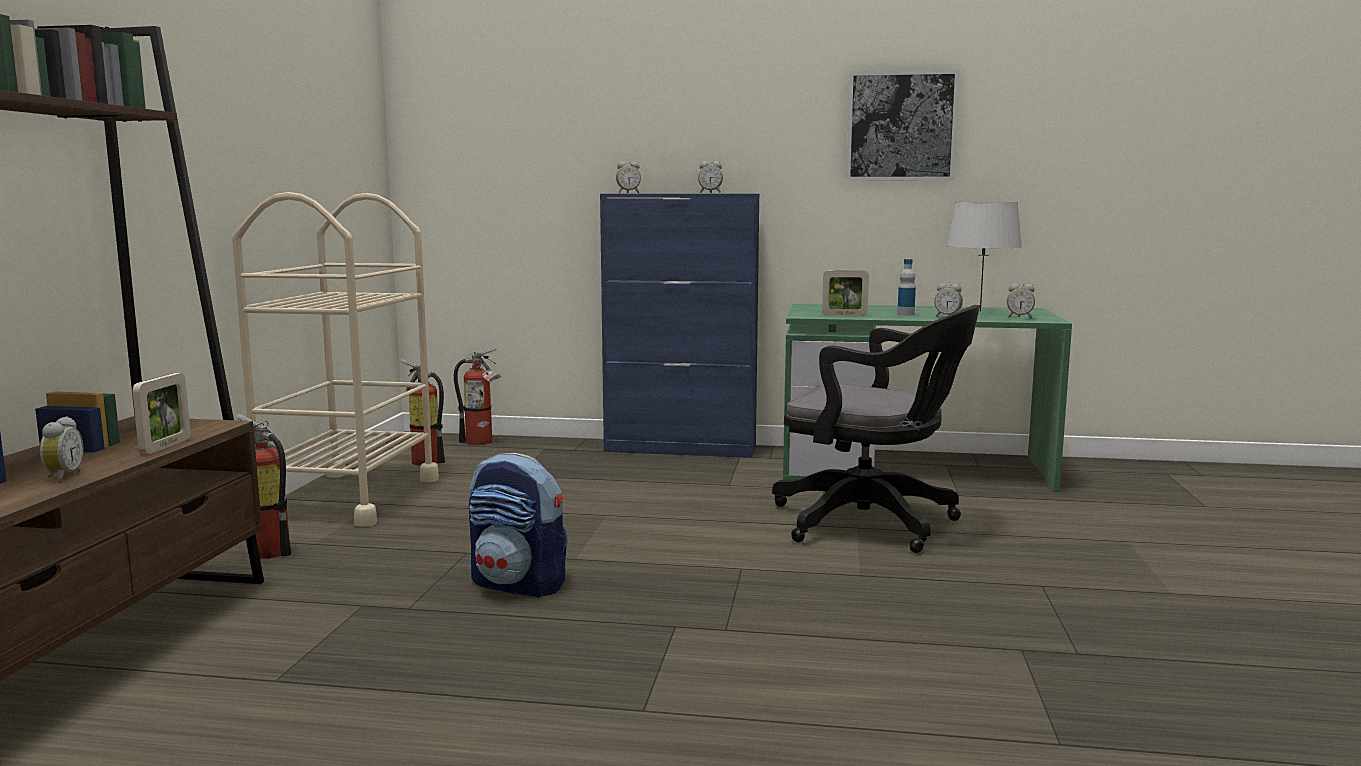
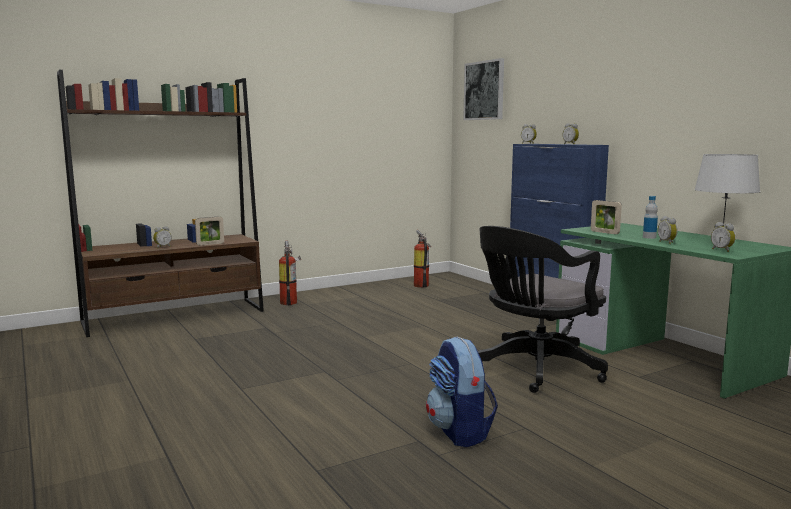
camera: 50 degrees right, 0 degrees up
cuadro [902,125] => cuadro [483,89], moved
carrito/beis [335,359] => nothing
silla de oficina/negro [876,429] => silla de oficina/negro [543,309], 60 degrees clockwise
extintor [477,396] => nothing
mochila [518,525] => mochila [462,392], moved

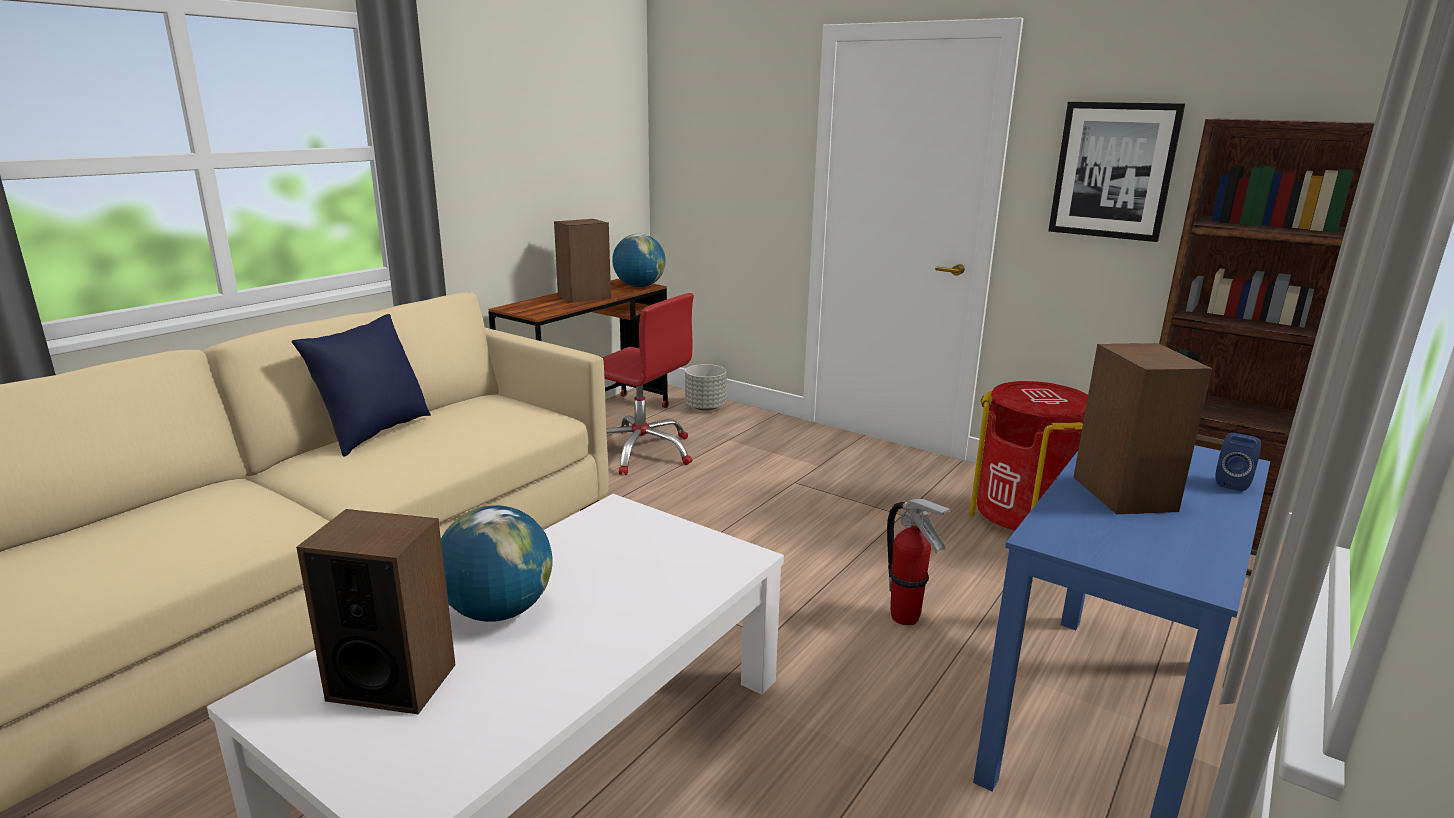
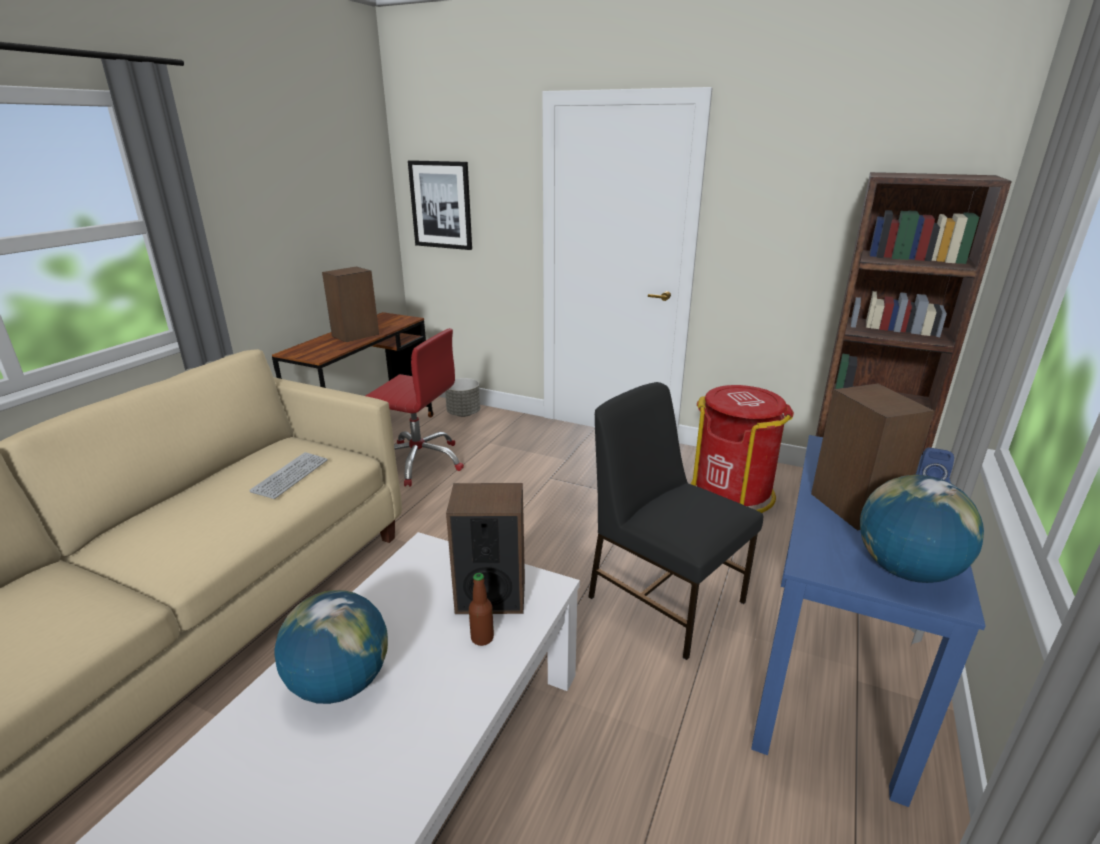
camera: 10 degrees left, 5 degrees up
cuadro [1116,172] => cuadro [440,205], moved
globo terráqueo [639,260] => globo terráqueo [922,529], moved
cojín/azul [361,385] => nothing
extintor [920,562] => silla/negro [675,521]
altavoz [375,611] => altavoz [485,548], moved
nothing => teclado [288,475]
nothing => botella [481,609]

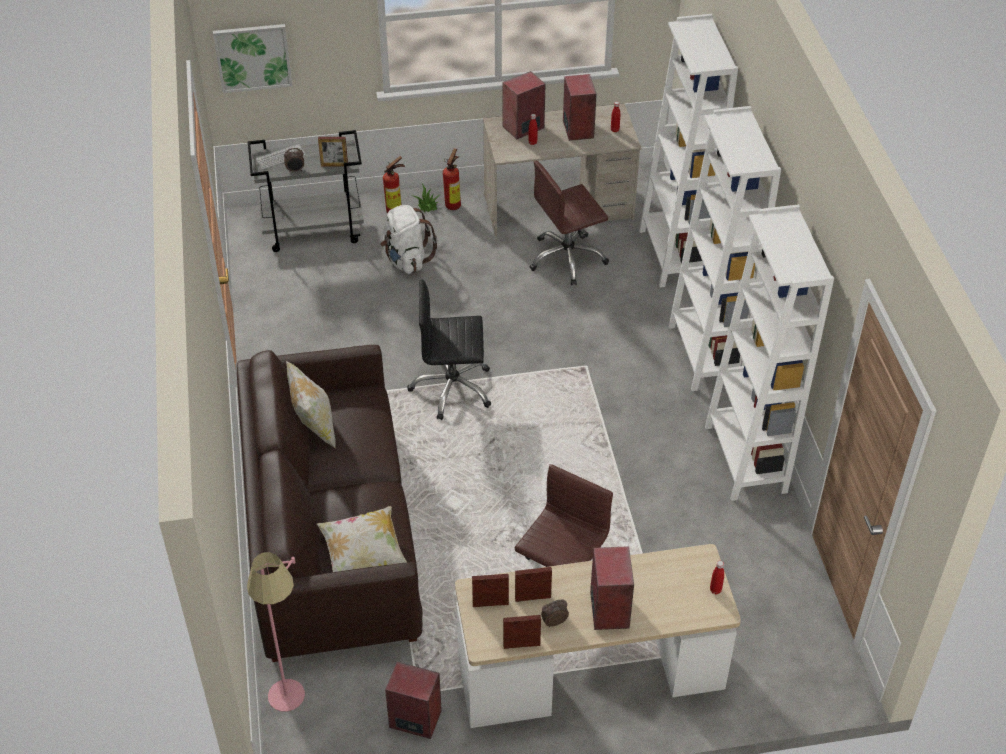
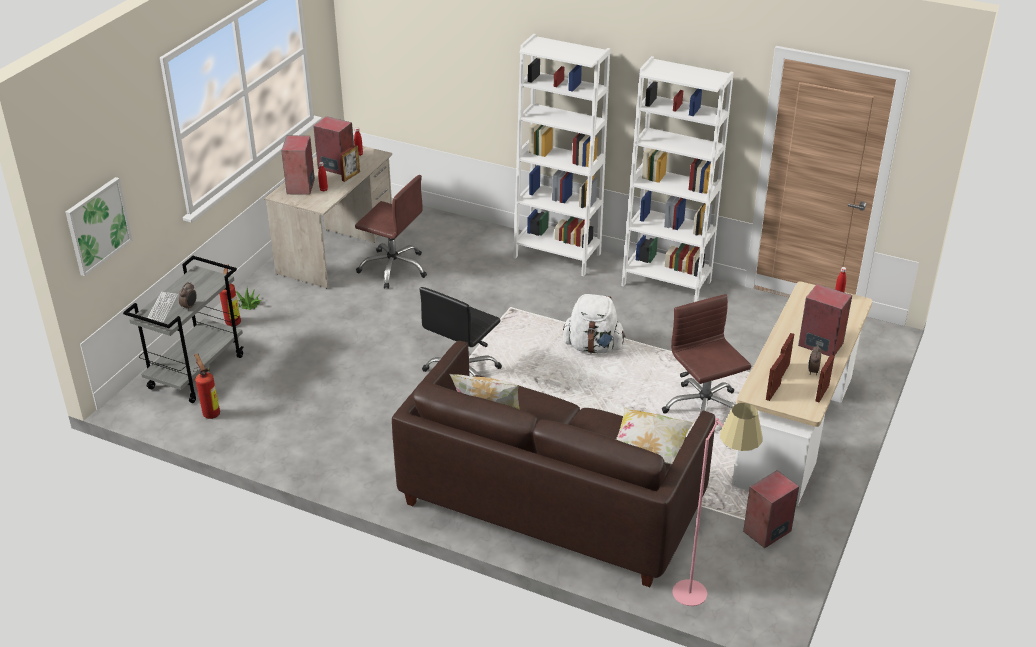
camera: 55 degrees left, 10 degrees down
estantería/blanco [688,151] => nothing
portarretratos [333,152] => portarretratos [350,163], moved
extintor [452,179] => extintor [207,386], moved
silla de oficina/marrón [569,223] => silla de oficina/marrón [391,232], 75 degrees counterclockwise
mochila/blanco [409,239] => mochila/blanco [594,323], moved

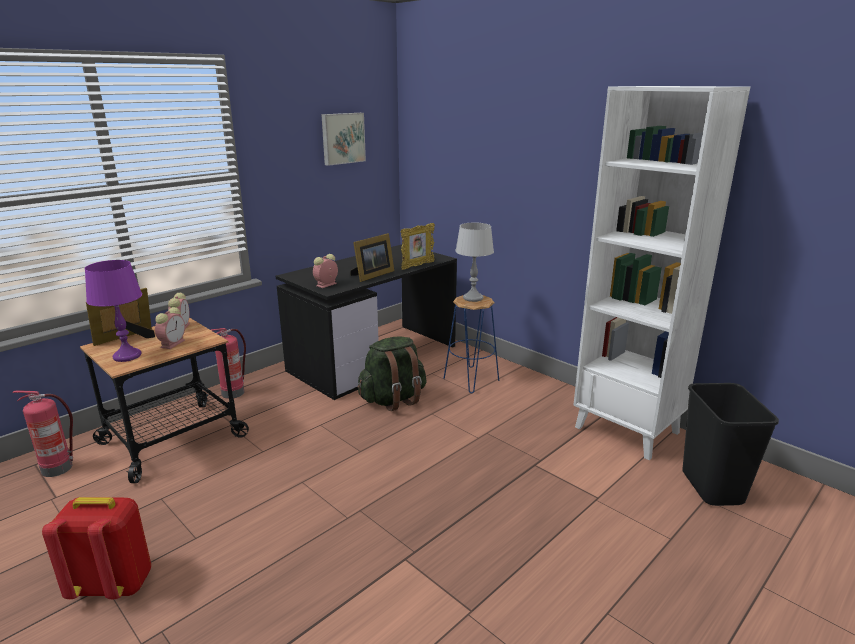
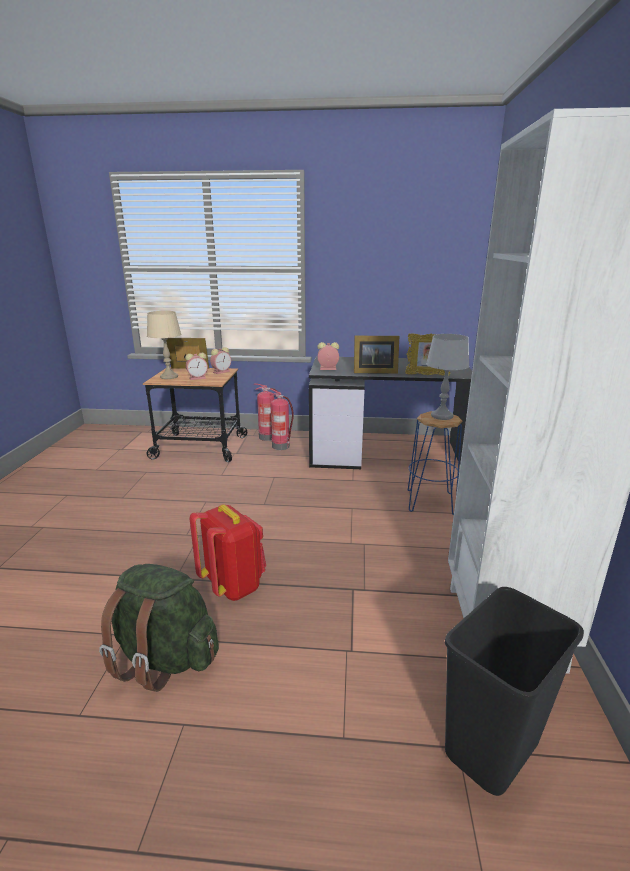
camera: 50 degrees right, 0 degrees up
cuadro [343,139] => nothing
lámpara de mesa/morado [113,311] => lámpara de mesa/beis [164,345]
mochila/verde [392,374] => mochila/verde [159,628], moved
extintor [42,433] => extintor [282,419], moved
mochila/rojo [96,548] => mochila/rojo [228,552], moved

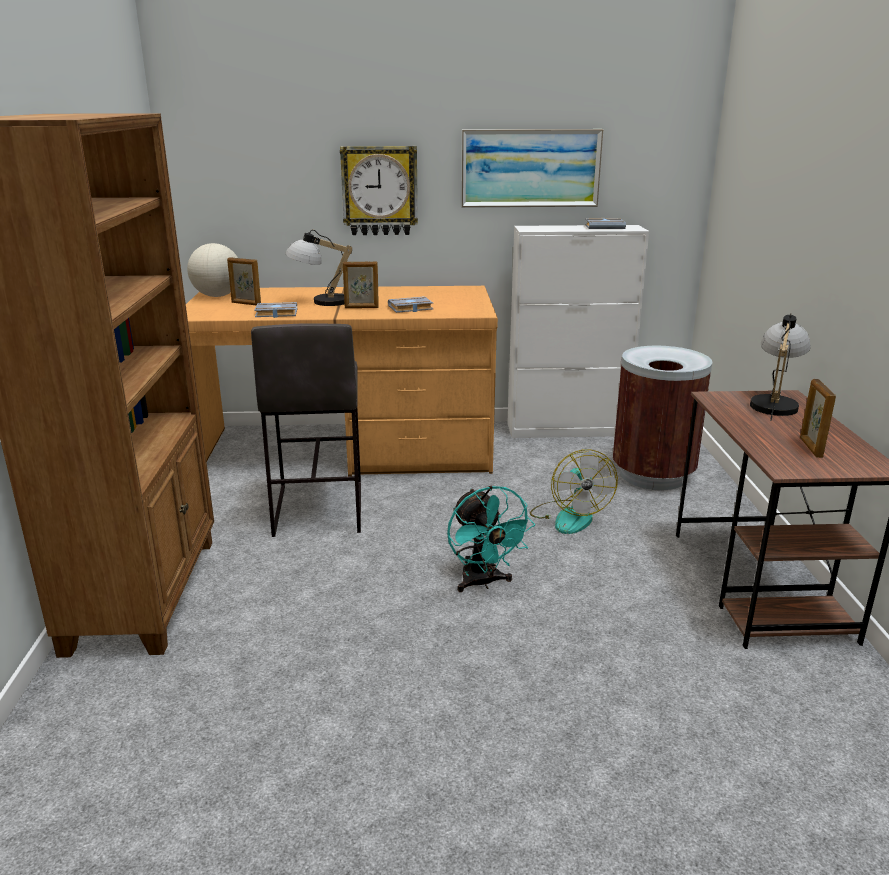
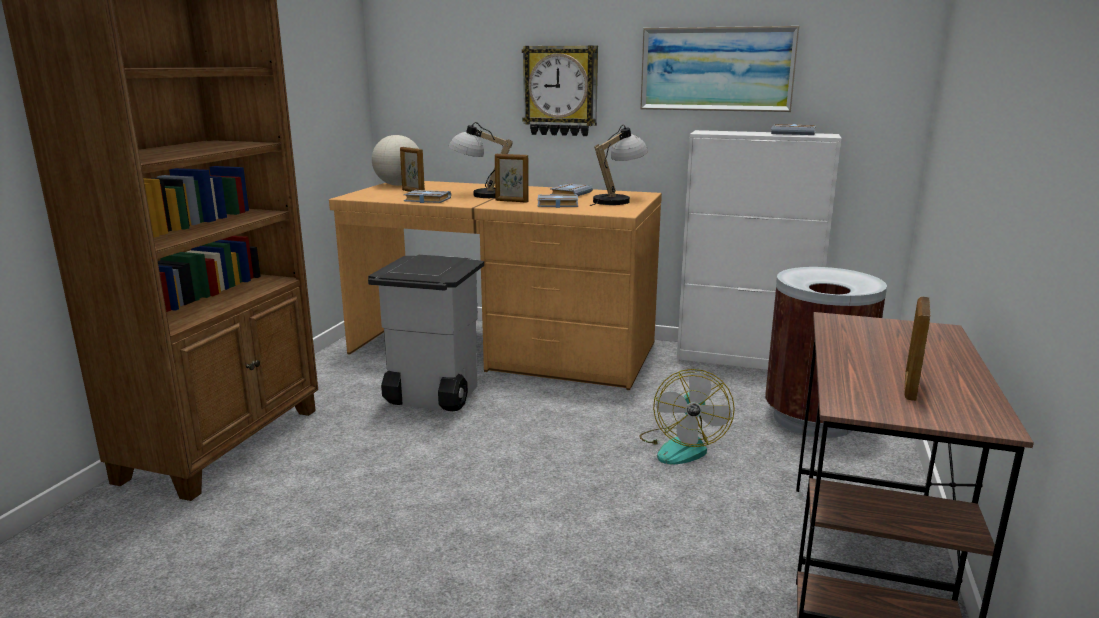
camera: 20 degrees right, 5 degrees down
lámpara de mesa [780,367] => lámpara de mesa [619,165], moved
taburete/gris [306,430] => papelera/gris [426,333]
ventilador/turquesa [491,539] => nothing
nothing => libro/gris [571,189]

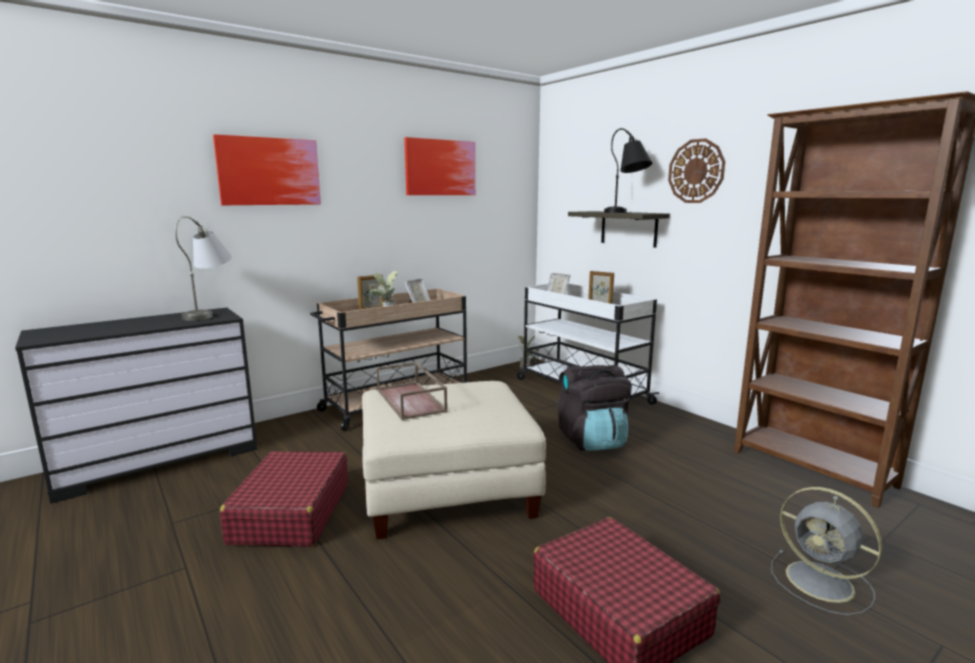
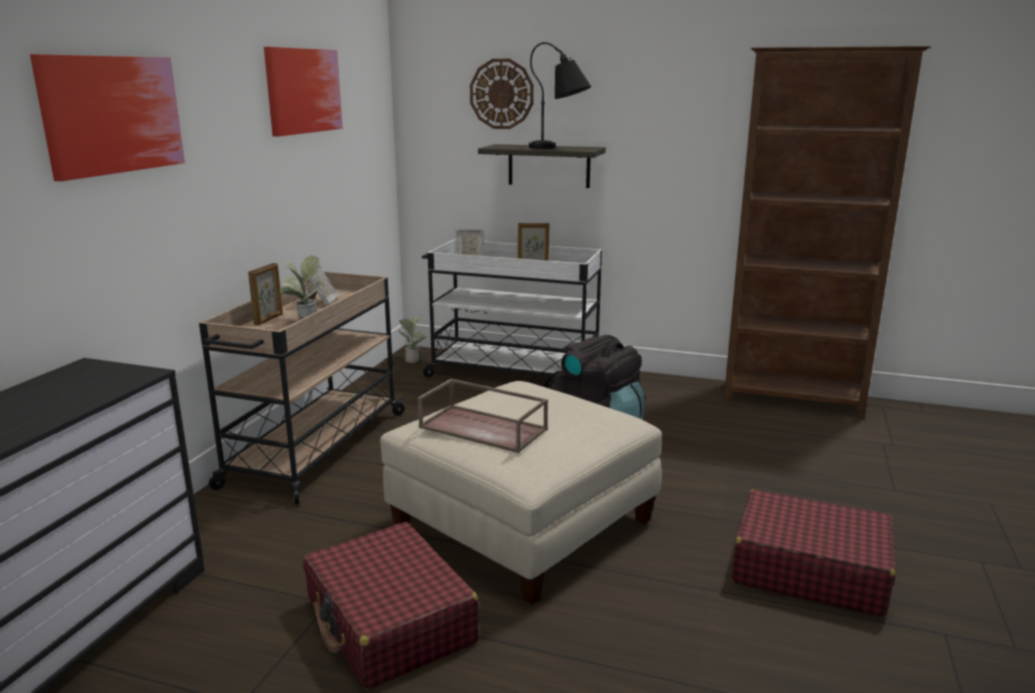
camera: 35 degrees left, 5 degrees up
reloj de pared [696,170] => reloj de pared [502,94], moved
lámpara de mesa/gris [203,268] => nothing
ventilador/gris [826,551] => nothing

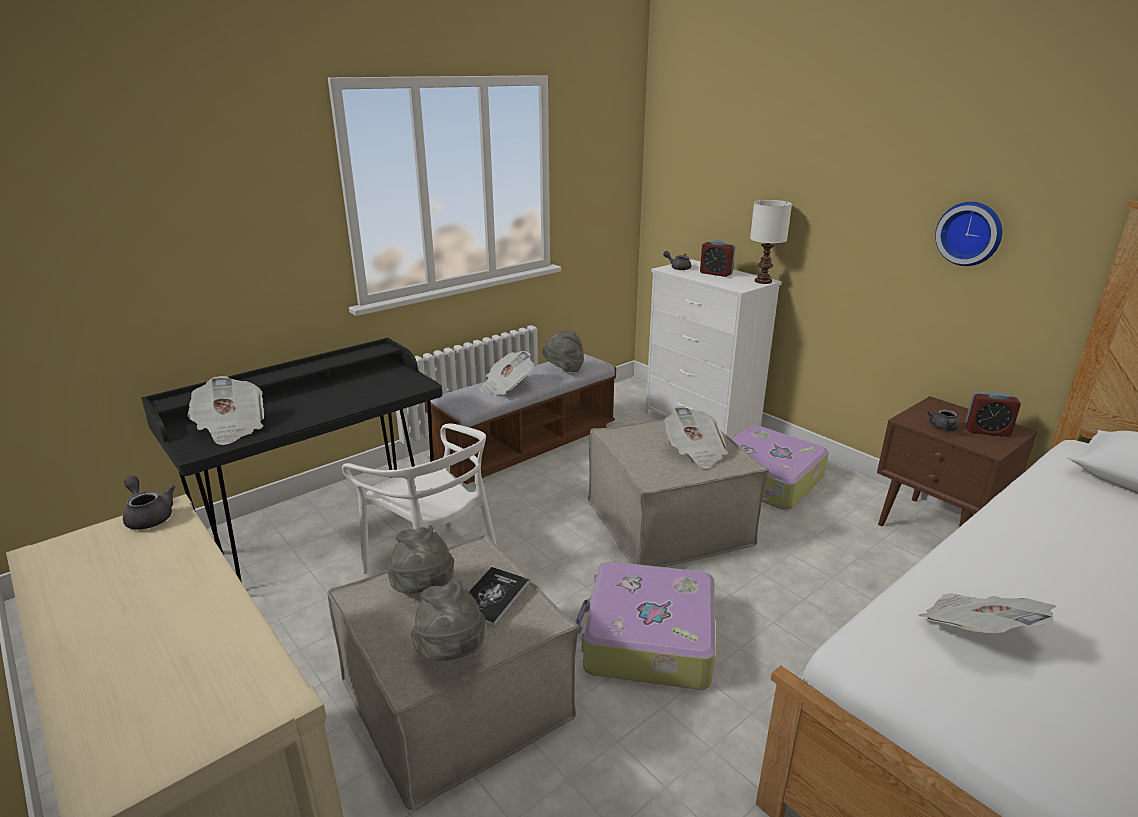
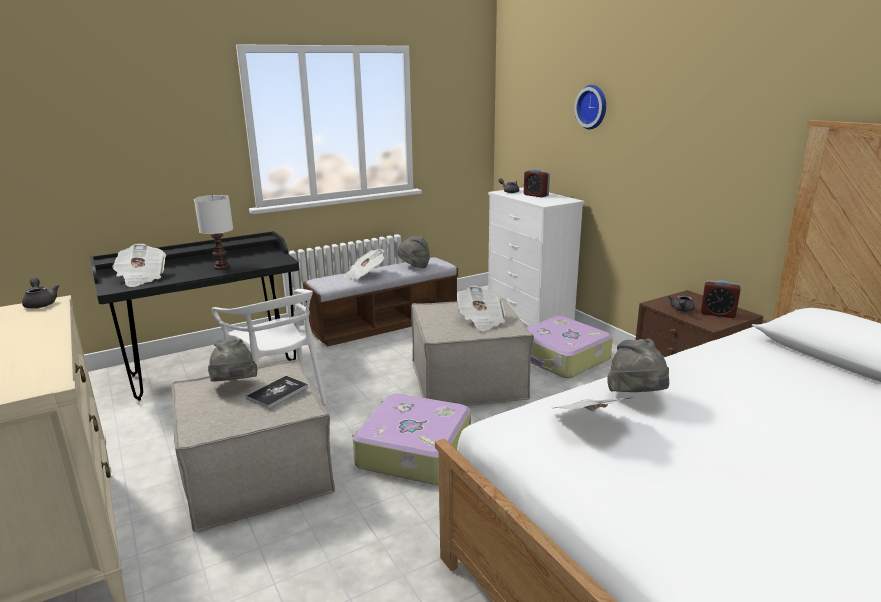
camera: 10 degrees right, 5 degrees down
lámpara de mesa/blanco [771,242] => lámpara de mesa/blanco [213,232], moved
reloj de pared [968,234] => reloj de pared [590,107], moved
sombrero/gris [448,621] => sombrero/gris [638,365], moved

